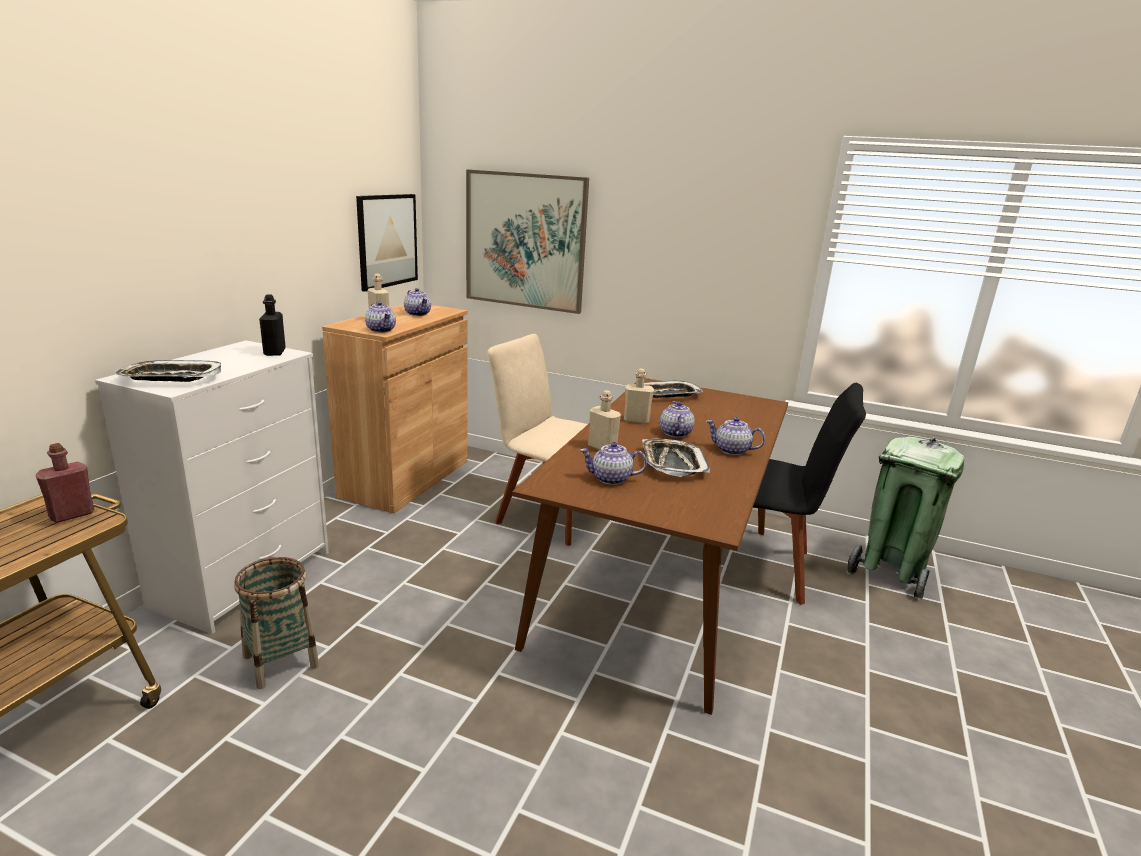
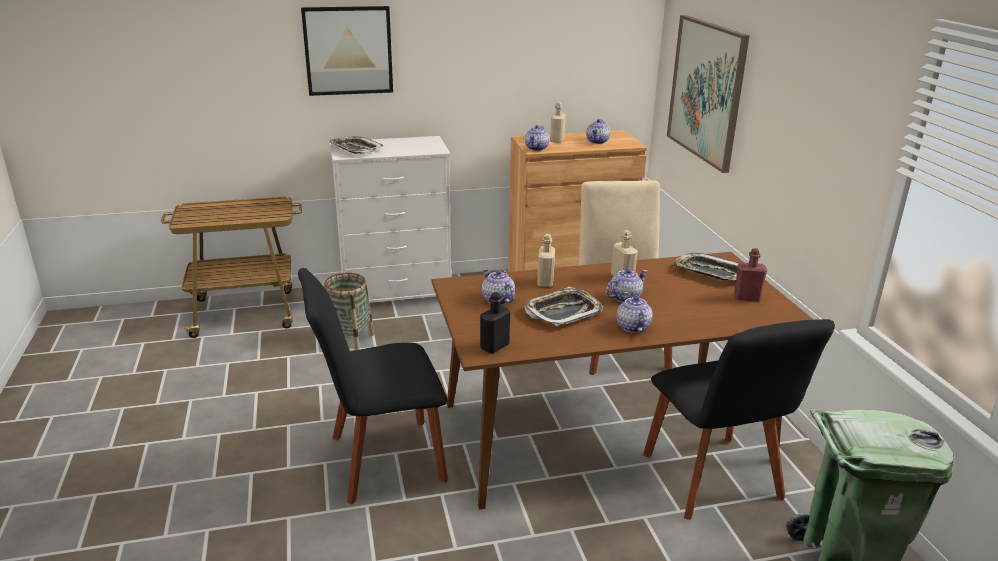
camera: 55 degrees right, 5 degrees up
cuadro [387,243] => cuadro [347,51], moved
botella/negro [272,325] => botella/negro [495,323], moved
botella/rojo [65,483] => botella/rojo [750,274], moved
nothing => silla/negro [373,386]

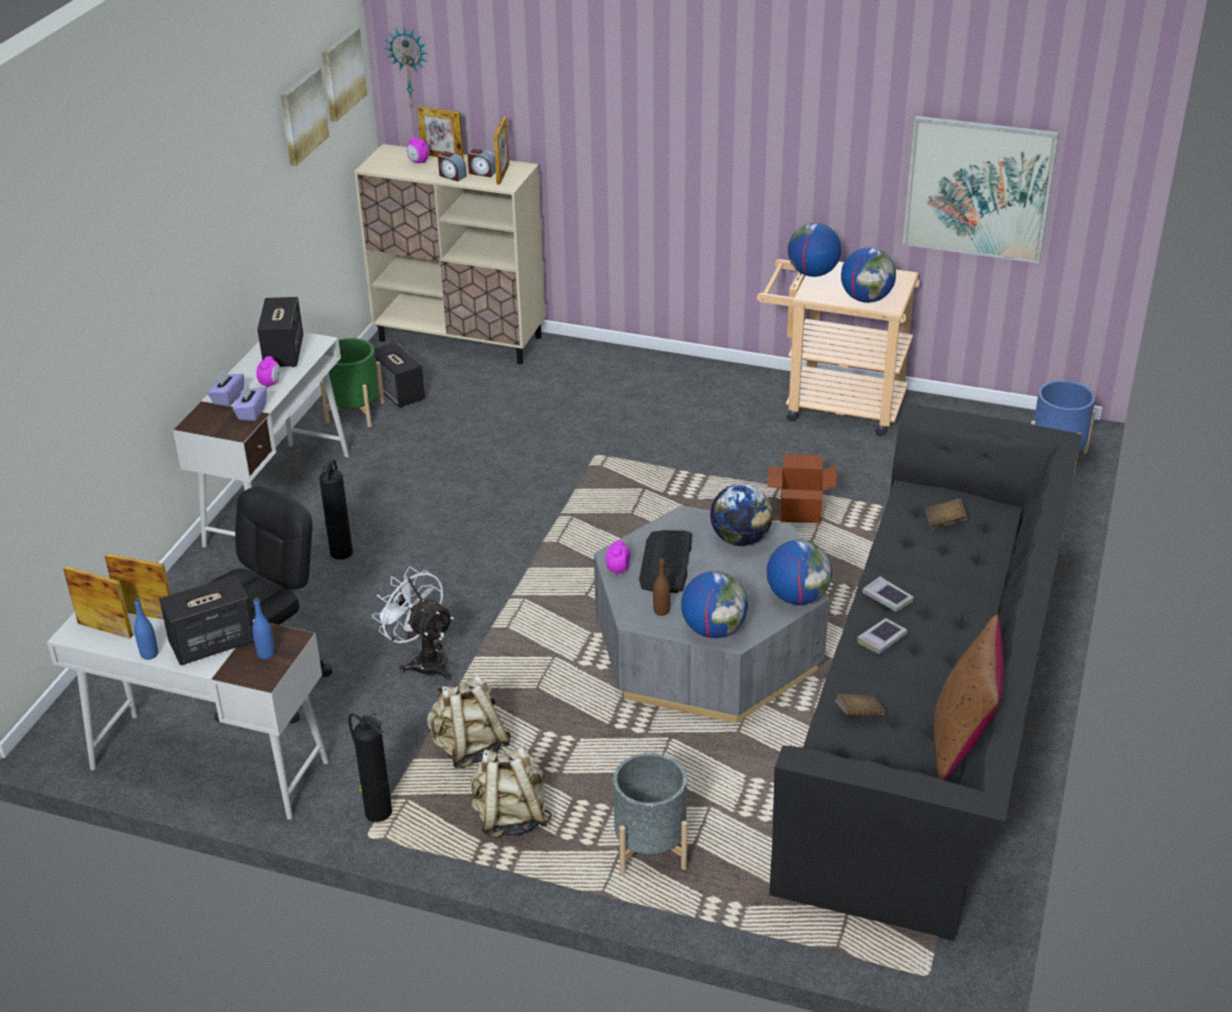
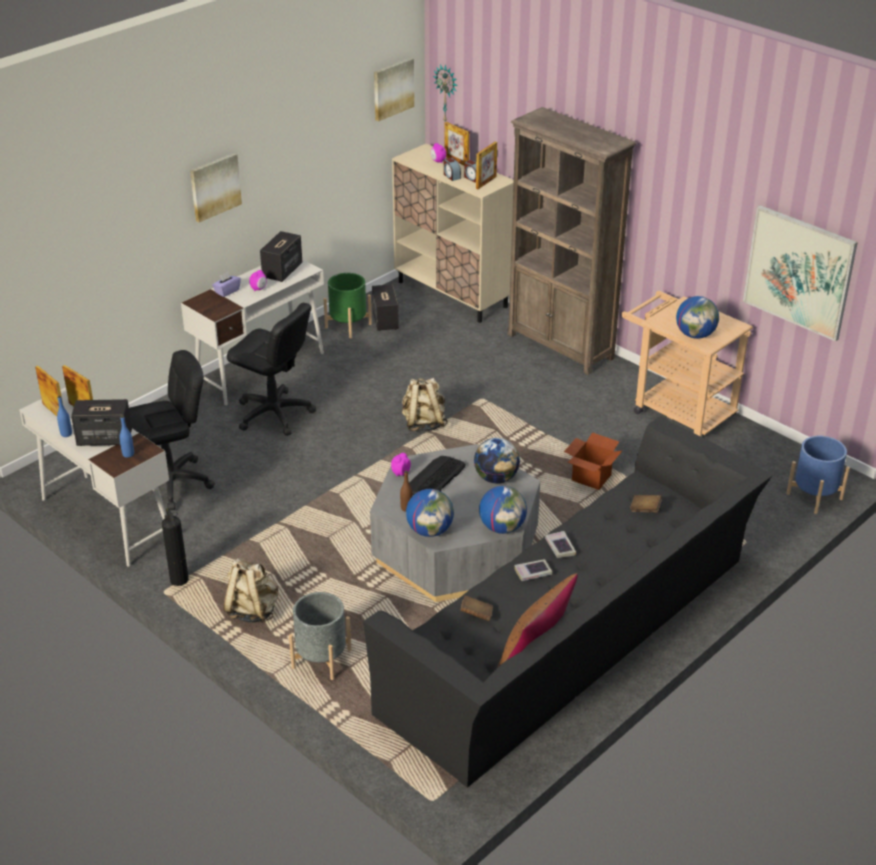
camera: 25 degrees right, 0 degrees up
cuadro [305,116] => cuadro [216,187], moved
globo terráqueo [814,250] => nothing
caja de pañuelos/morado [250,402] => nothing
extintor [336,509] => silla de oficina/negro [271,369]
ventilador/blanco [413,623] => nothing
mochila/beis [469,721] => mochila/beis [425,404], moved
nothing => estantería/marrón [572,241]

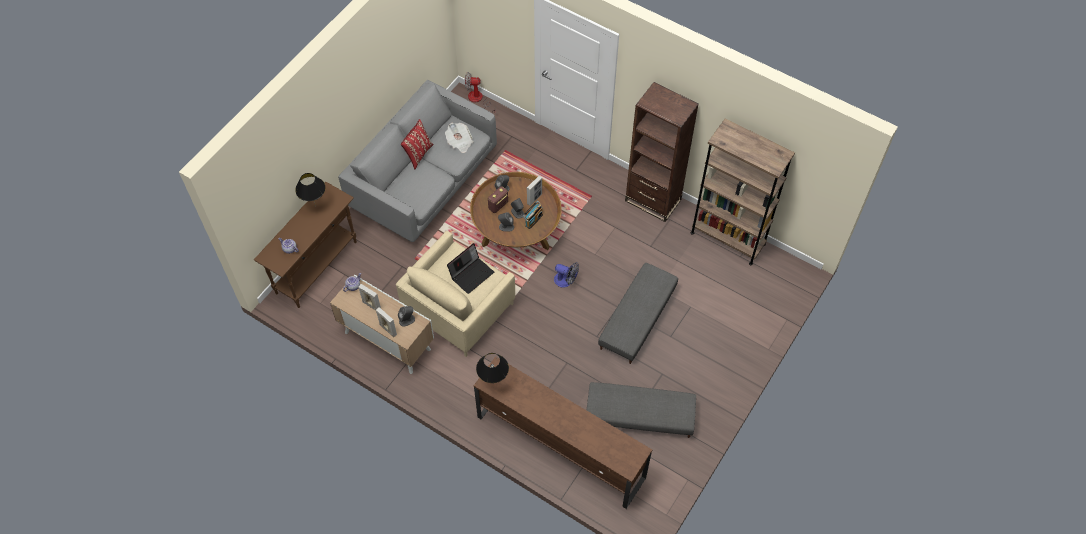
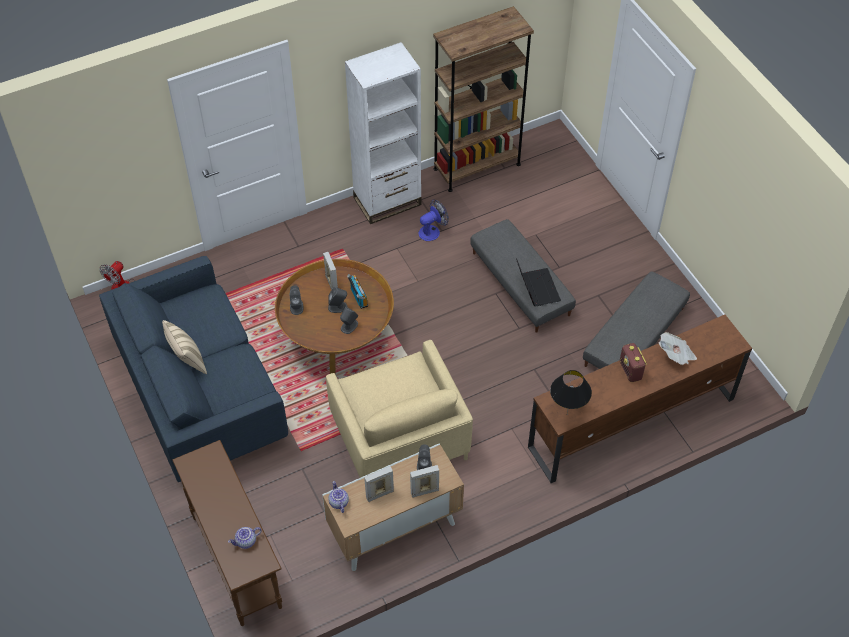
camera: 60 degrees left, 5 degrees down
sofá/gris [417,161] => sofá/azul [193,369]
estantería/marrón [662,152] => estantería/blanco [383,133]
cojín/rojo [417,144] => cojín/beis [184,347]
periódico [459,138] => periódico [678,348], moved
lámpara de mesa/negro [310,189] => nothing
radio [498,199] => radio [633,362], moved
portátil [470,268] => portátil [538,282], moved
ventilador [566,275] => ventilador [433,220], moved

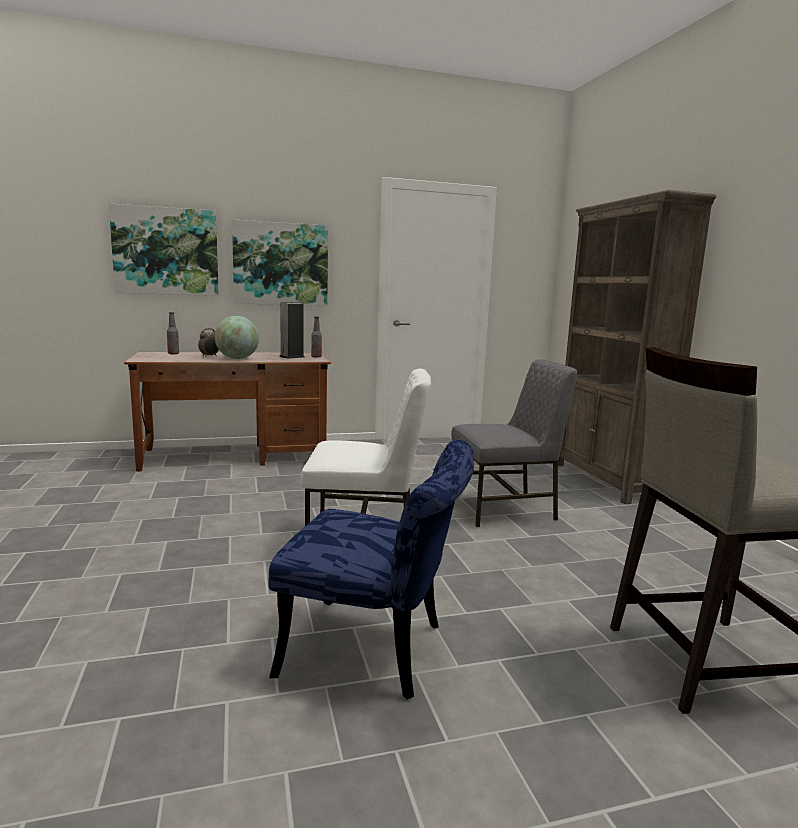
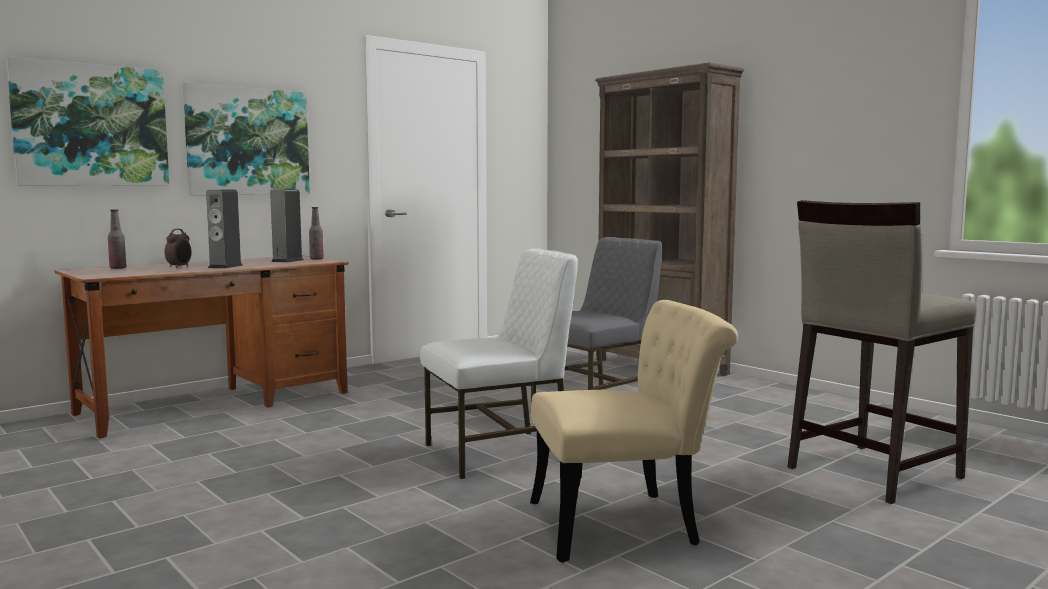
camera: 25 degrees left, 5 degrees down
globo terráqueo [237,337] => altavoz [224,229]
silla/azul [371,570] => silla/beis [634,431]

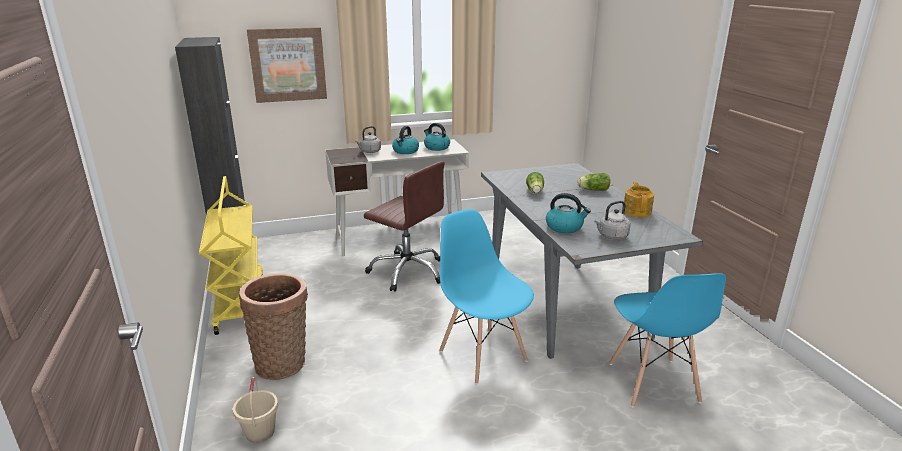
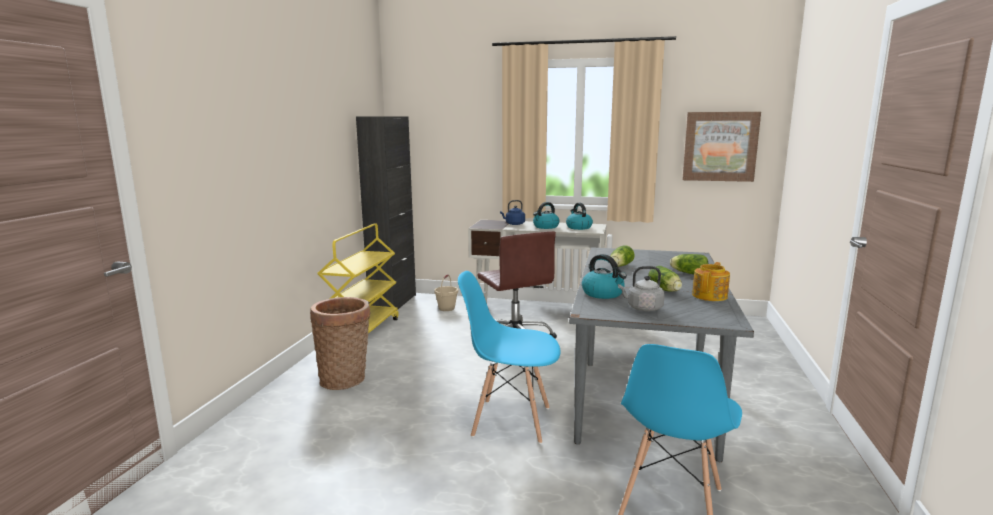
camera: 30 degrees right, 10 degrees down
cuadro [287,65] => cuadro [721,147], moved
hervidor/gris [368,139] => hervidor/azul [512,212]
silla/azul [486,296] => silla/azul [509,357], 75 degrees counterclockwise
cubo/beis [255,410] => cubo/beis [446,292], moved
nothing => lechuga [665,279]

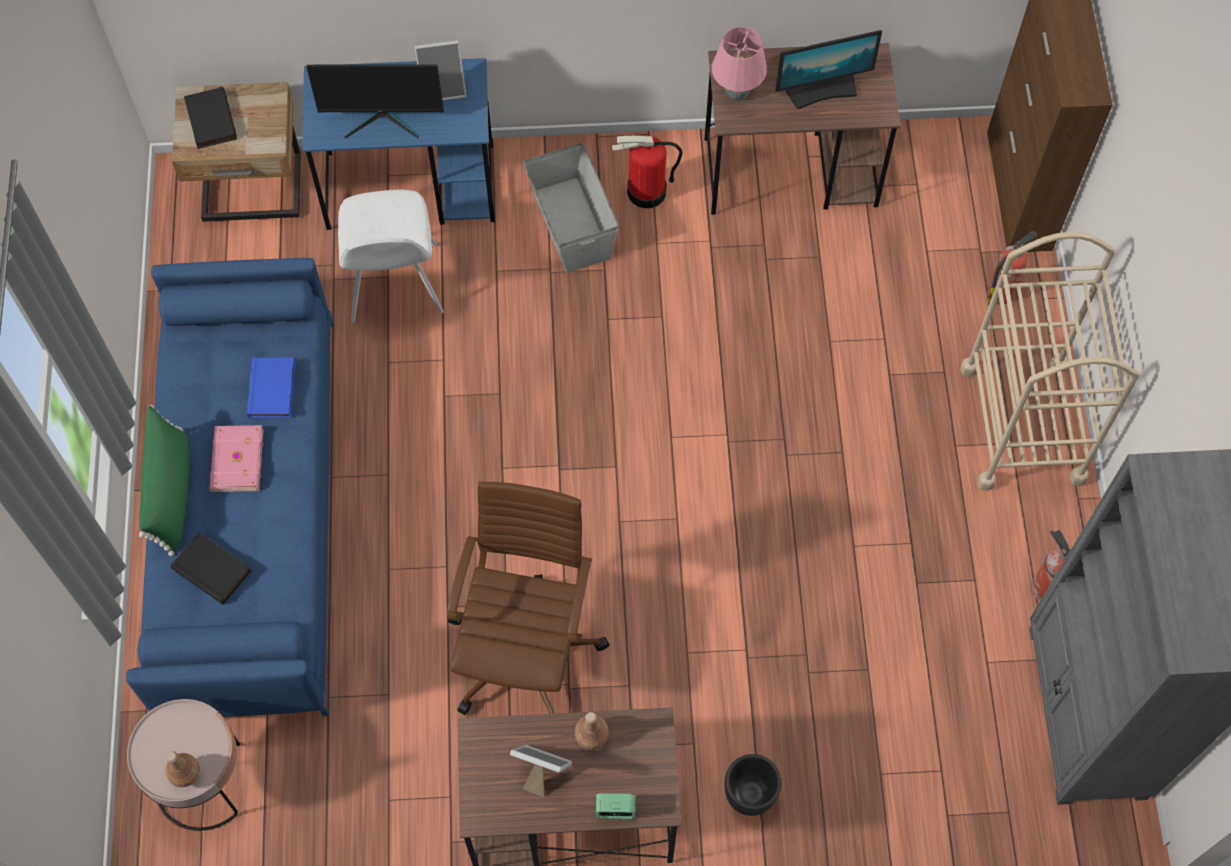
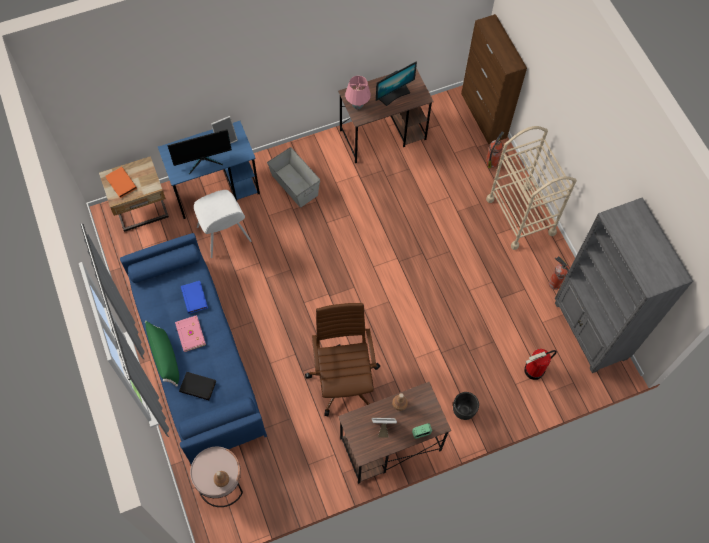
camera: 20 degrees left, 0 degrees up
libro/negro [210,118] => libro/naranja [121,182]
extintor [647,172] => extintor [540,364], moved

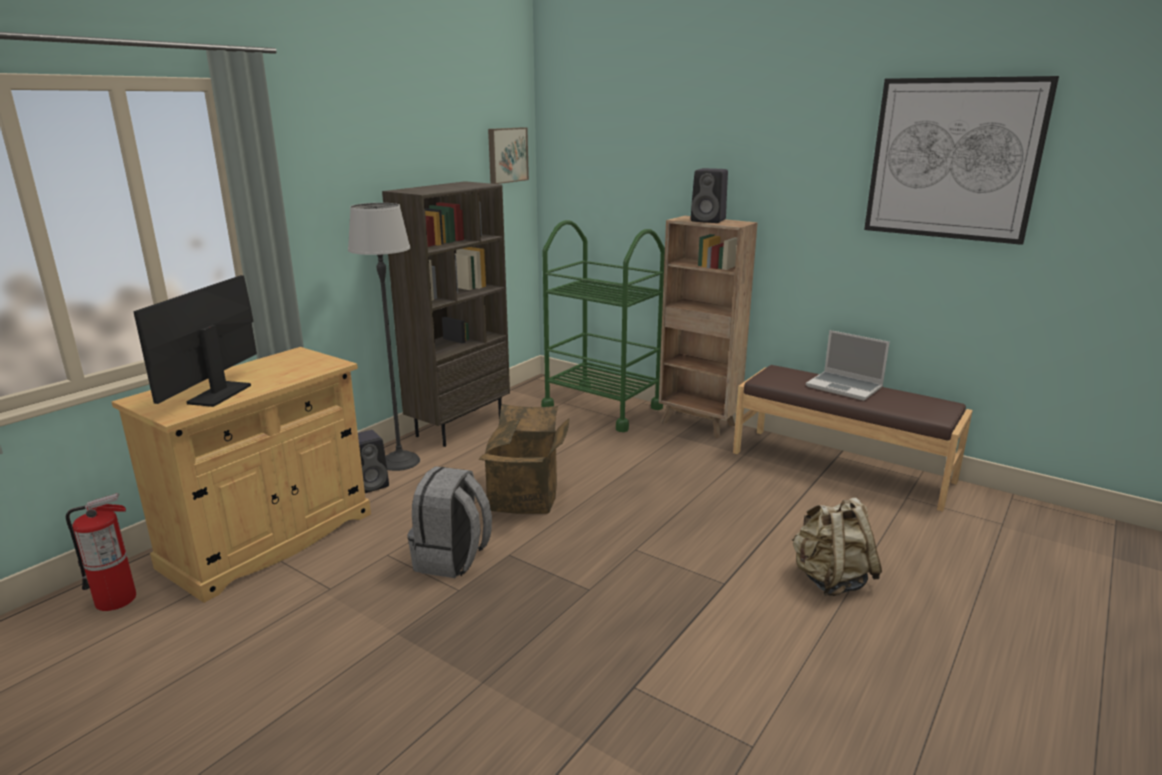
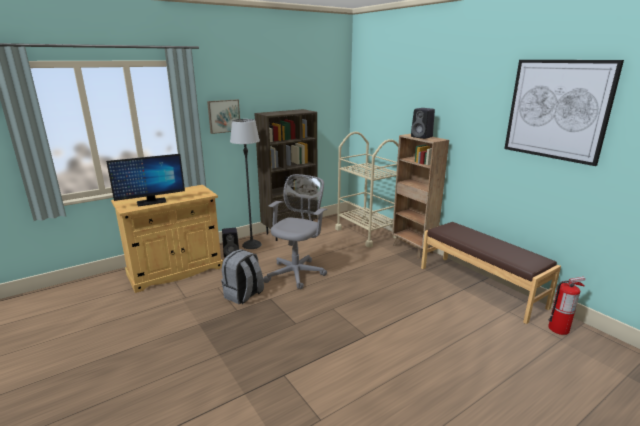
camera: 20 degrees right, 0 degrees up
cuadro [508,155] => cuadro [223,116], moved
carrito/verde [603,326] => carrito/beis [367,190]
monitor [195,341] => monitor [145,180], 150 degrees counterclockwise
portátil [848,365] => nothing
caja de cartón [524,459] => silla de oficina/gris [295,231]
extintor [101,552] => extintor [567,306], moved
mochila/beis [837,546] => nothing

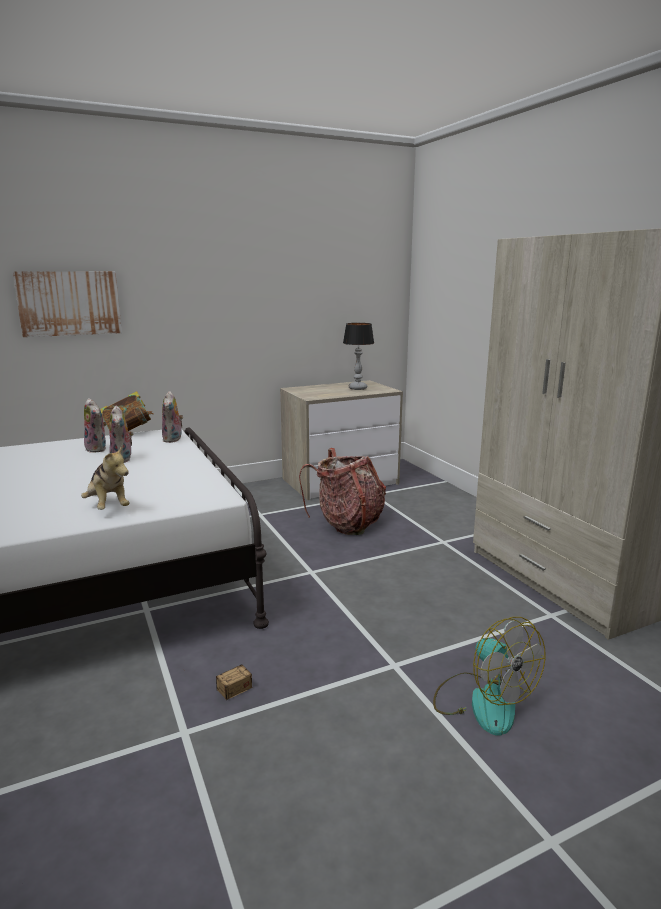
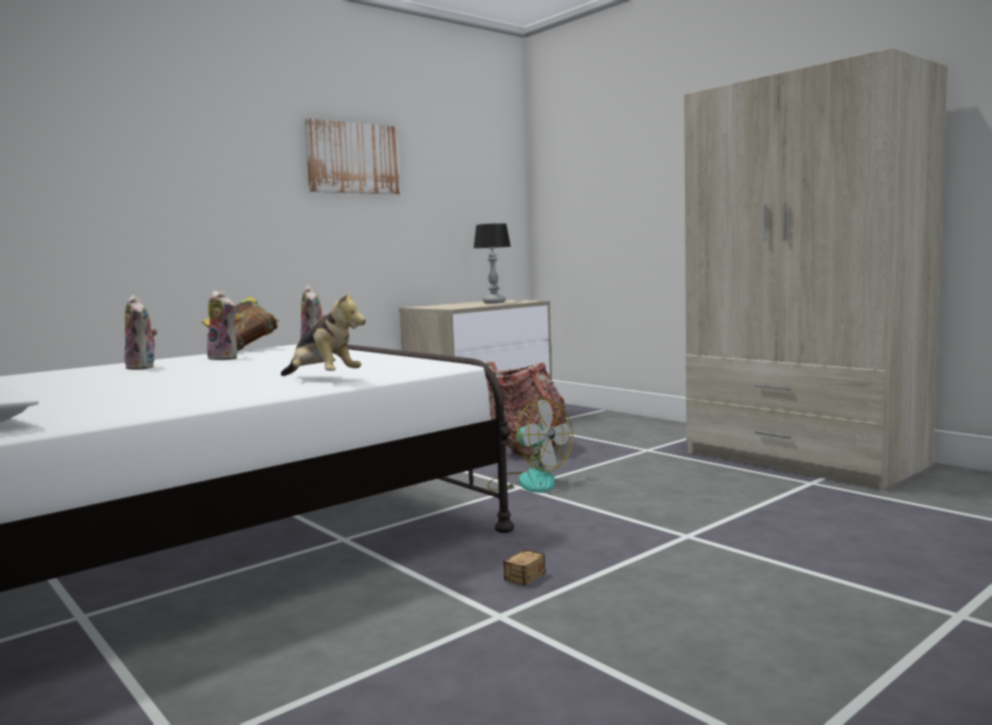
camera: 15 degrees left, 10 degrees down
cuadro [67,304] => cuadro [352,156], moved
peluche [121,434] => peluche [141,332], moved
ventilador [489,676] => ventilador [530,445], moved

